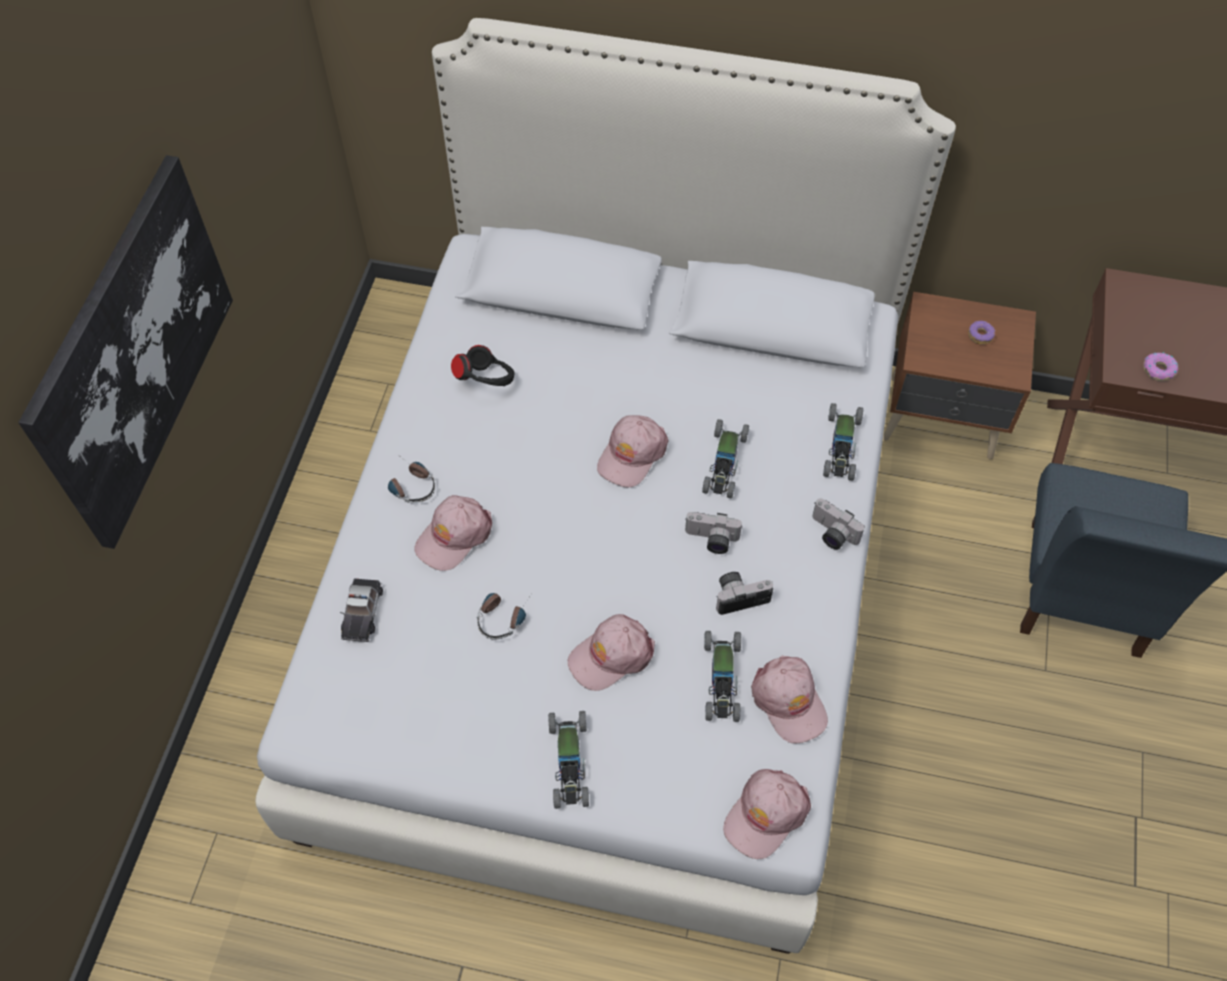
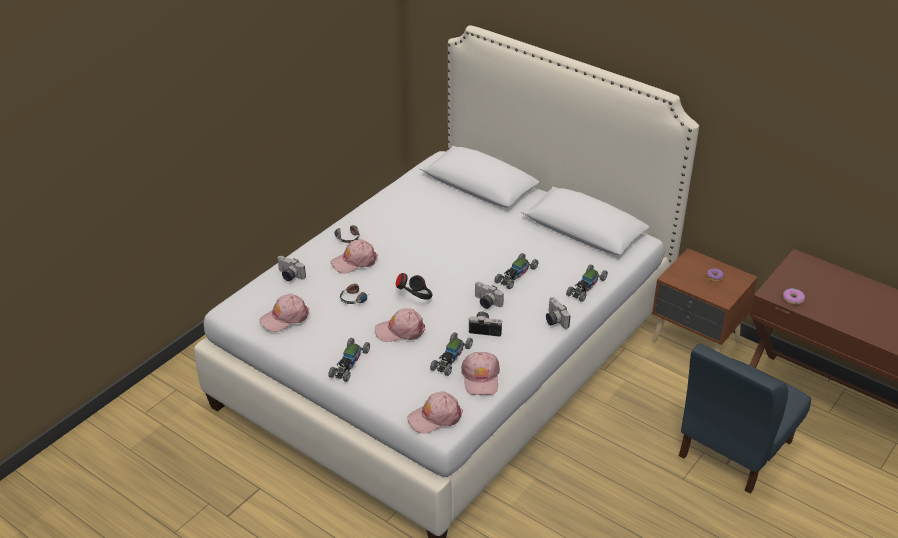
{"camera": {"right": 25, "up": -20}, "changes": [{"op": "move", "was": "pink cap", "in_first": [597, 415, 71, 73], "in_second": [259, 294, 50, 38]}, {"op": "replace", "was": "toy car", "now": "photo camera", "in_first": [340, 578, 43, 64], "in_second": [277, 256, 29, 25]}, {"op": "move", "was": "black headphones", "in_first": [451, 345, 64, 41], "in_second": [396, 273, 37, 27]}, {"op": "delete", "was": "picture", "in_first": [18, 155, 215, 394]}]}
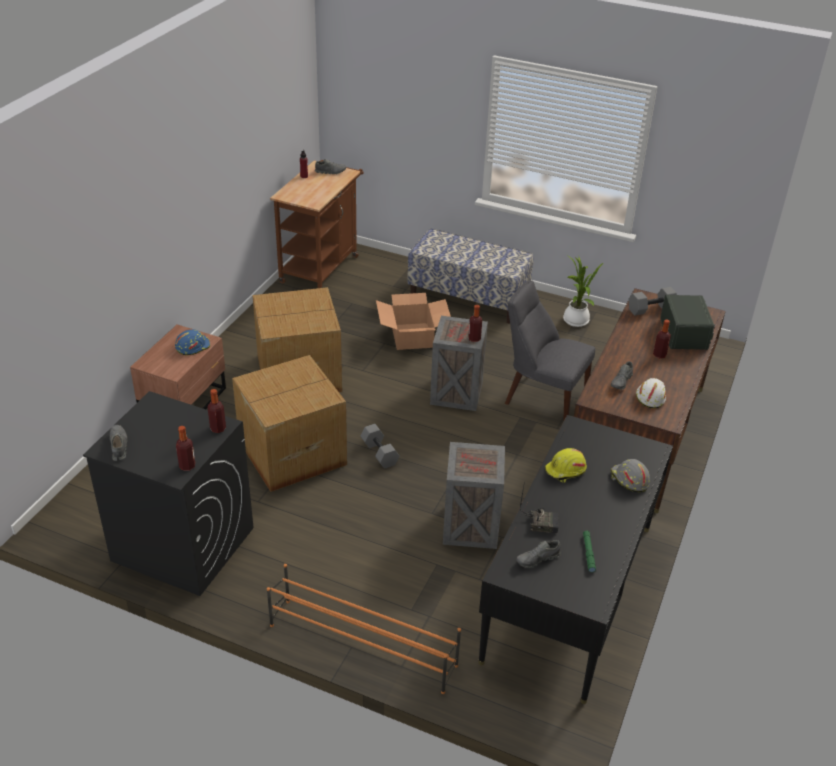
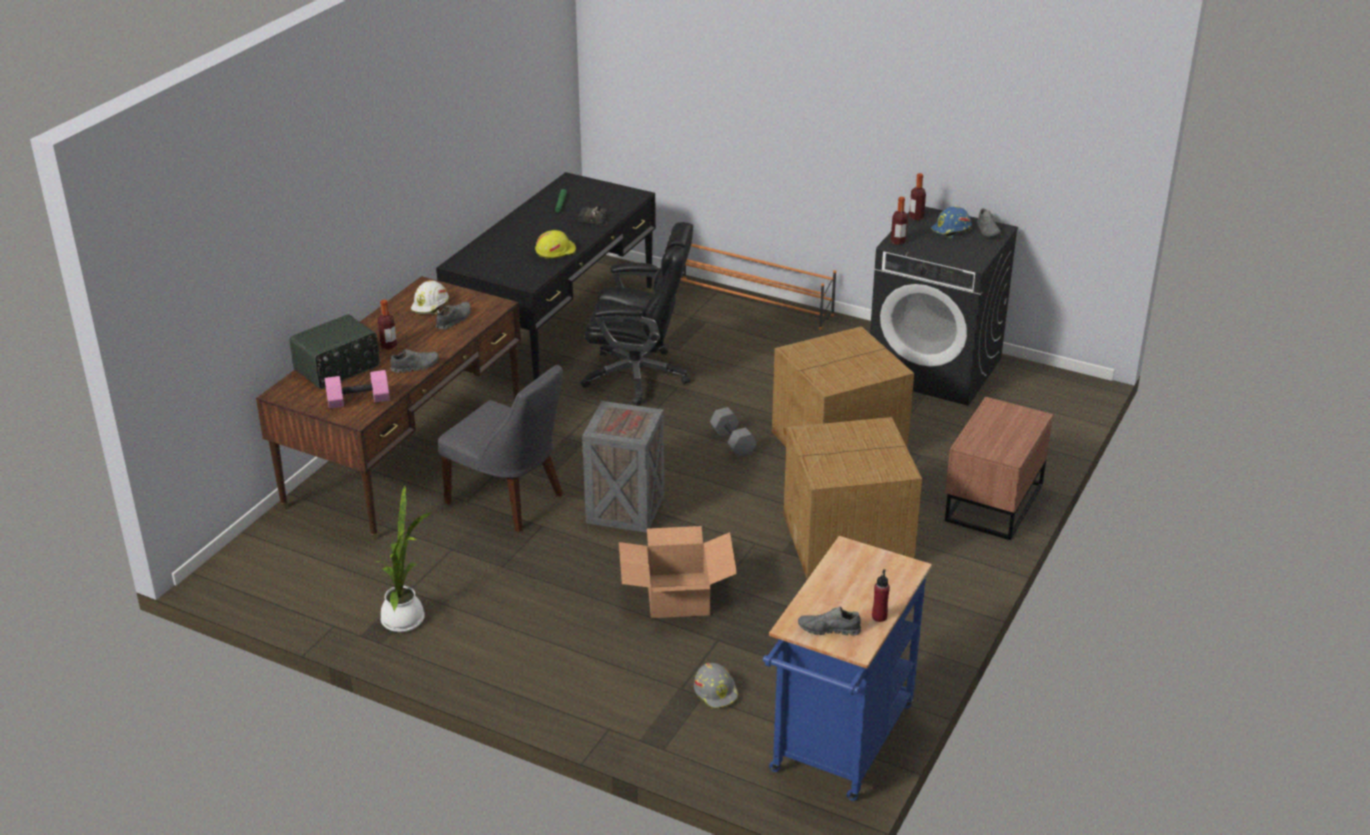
{"camera": {"right": -175, "up": -5}, "changes": [{"op": "rotate", "was": "radio", "in_first": [660, 295, 55, 55], "in_second": [289, 314, 91, 75], "clockwise": -135}, {"op": "recolor", "was": "grey dumbbell", "now": "pink dumbbell", "in_first": [629, 287, 48, 29], "in_second": [325, 370, 65, 39]}, {"op": "move", "was": "grey shoe", "in_first": [516, 540, 45, 28], "in_second": [390, 349, 49, 24]}, {"op": "replace", "was": "crate", "now": "black office chair", "in_first": [443, 442, 62, 107], "in_second": [581, 222, 112, 184]}, {"op": "move", "was": "grey hard hat", "in_first": [611, 459, 39, 33], "in_second": [694, 663, 45, 46]}, {"op": "recolor", "was": "brown cart", "now": "blue cart", "in_first": [270, 160, 94, 128], "in_second": [763, 536, 169, 265]}, {"op": "move", "was": "blue hard hat", "in_first": [175, 330, 35, 25], "in_second": [931, 206, 41, 32]}, {"op": "delete", "was": "bench", "in_first": [408, 229, 126, 94]}, {"op": "delete", "was": "bottle", "in_first": [468, 305, 14, 37]}]}
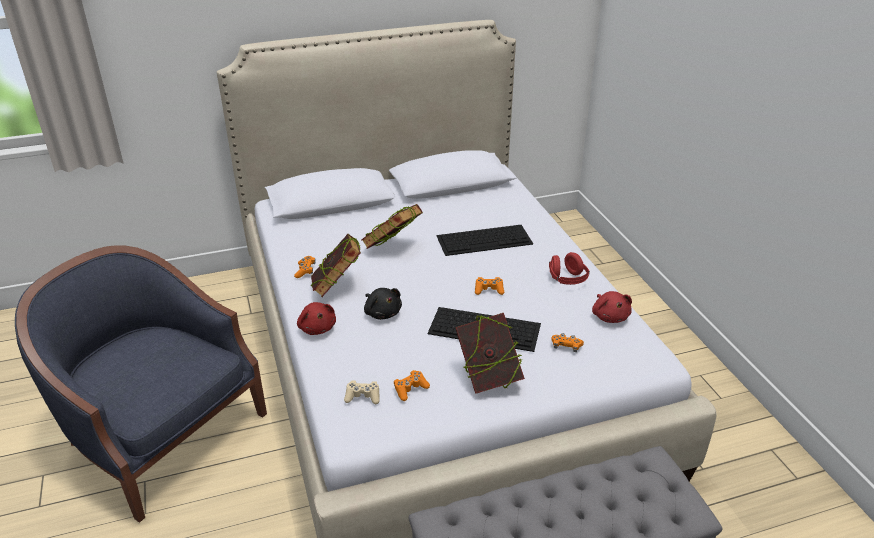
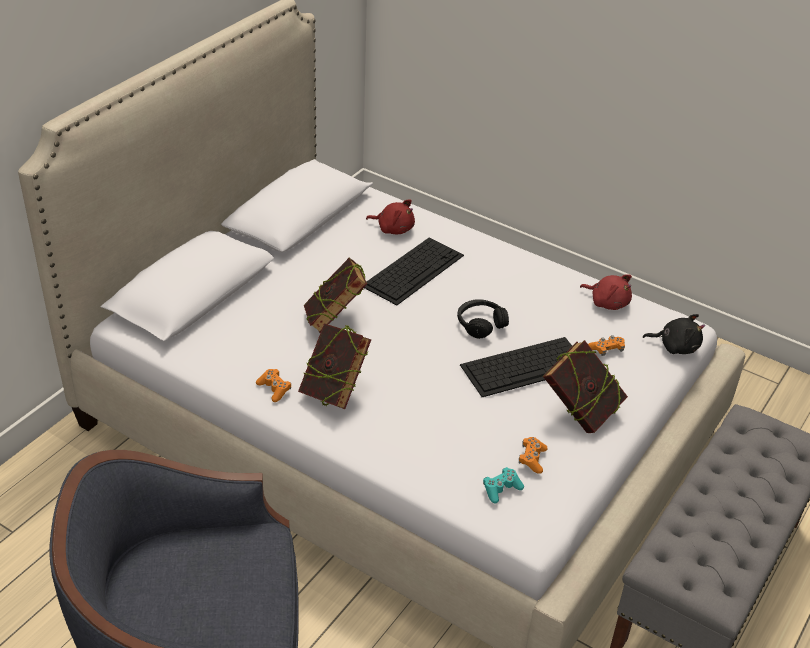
{"camera": {"right": -40, "up": 5}, "changes": [{"op": "move", "was": "red plush toy", "in_first": [297, 302, 39, 33], "in_second": [366, 199, 49, 35]}, {"op": "replace", "was": "orange game controller", "now": "black headphones", "in_first": [475, 277, 29, 18], "in_second": [457, 299, 52, 40]}, {"op": "recolor", "was": "beige game controller", "now": "turquoise game controller", "in_first": [344, 380, 36, 24], "in_second": [483, 467, 41, 37]}, {"op": "move", "was": "black plush toy", "in_first": [364, 288, 38, 32], "in_second": [643, 314, 62, 40]}, {"op": "delete", "was": "red headphones", "in_first": [549, 252, 41, 33]}]}
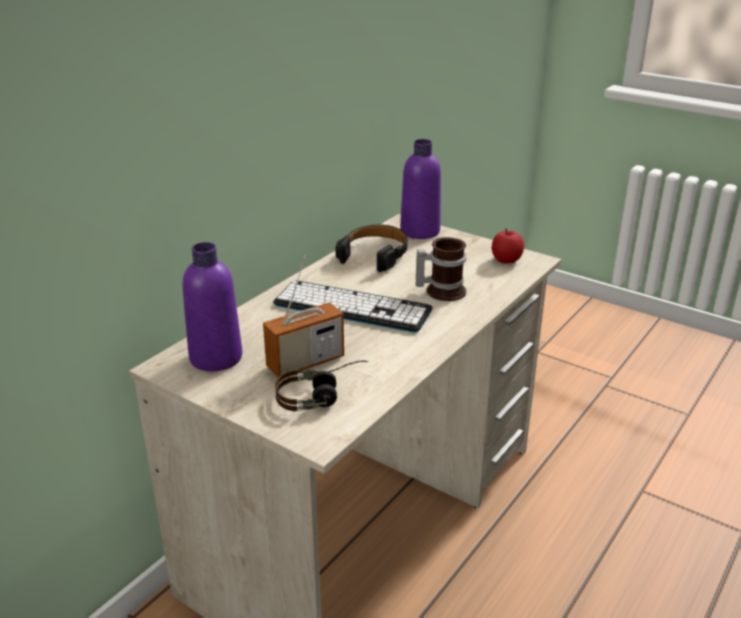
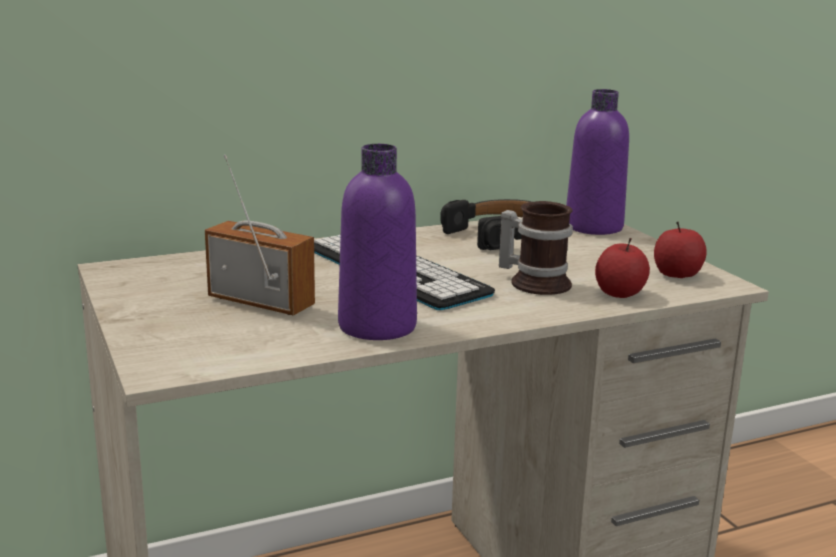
{"camera": {"right": 30, "up": -10}, "changes": [{"op": "rotate", "was": "radio", "in_first": [263, 255, 81, 123], "in_second": [205, 155, 110, 160], "clockwise": -150}, {"op": "move", "was": "purple bottle", "in_first": [183, 242, 59, 129], "in_second": [338, 144, 79, 196]}, {"op": "insert", "now": "apple", "in_second": [595, 238, 55, 60]}, {"op": "delete", "was": "headphones", "in_first": [275, 361, 93, 50]}]}
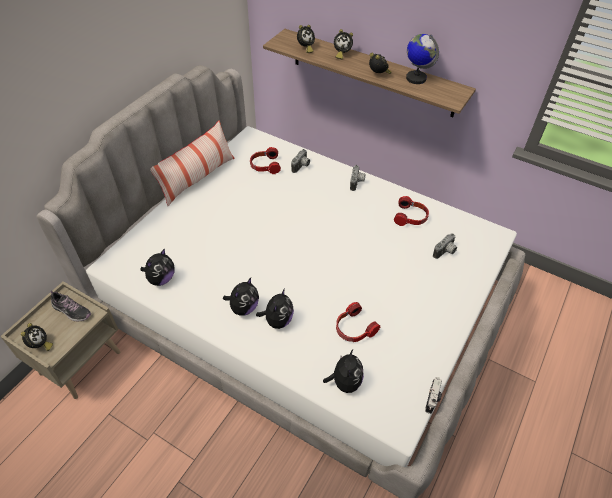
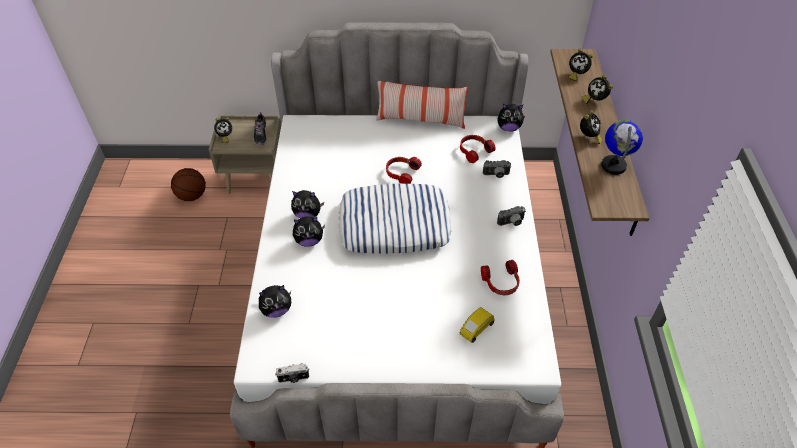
{"camera": {"right": 60, "up": 0}, "changes": [{"op": "insert", "now": "basketball", "in_second": [171, 168, 35, 33]}, {"op": "insert", "now": "pillow", "in_second": [339, 183, 113, 71]}, {"op": "move", "was": "headphones", "in_first": [336, 302, 44, 40], "in_second": [386, 157, 36, 27]}, {"op": "replace", "was": "photo camera", "now": "yellow toy car", "in_first": [433, 234, 24, 25], "in_second": [460, 307, 35, 36]}, {"op": "move", "was": "plush toy", "in_first": [140, 248, 35, 38], "in_second": [497, 104, 28, 28]}]}
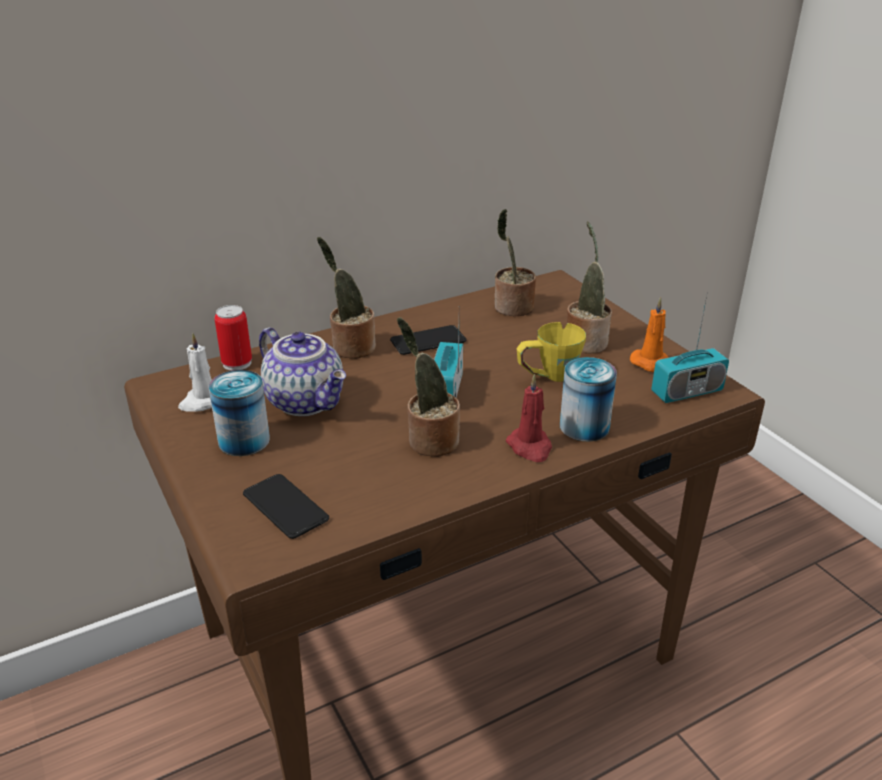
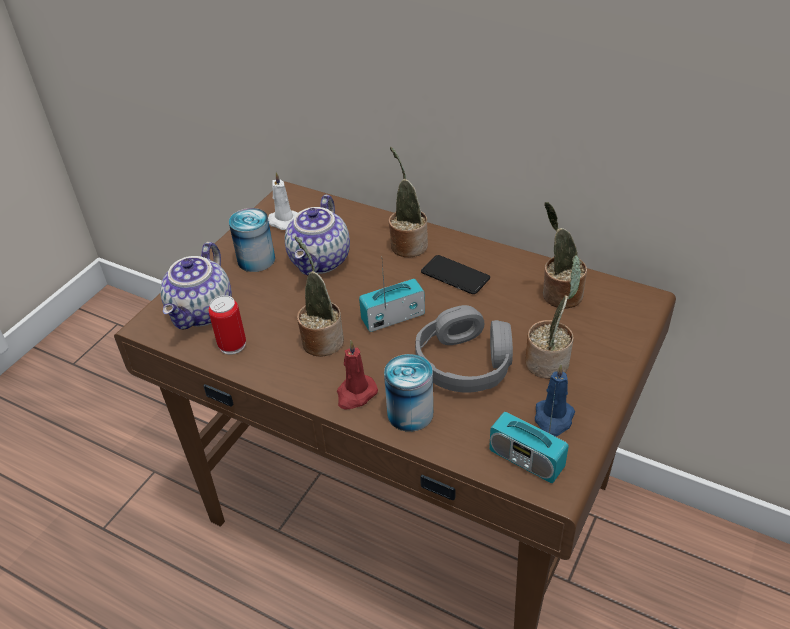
{"camera": {"right": 60, "up": 10}, "changes": [{"op": "replace", "was": "phone", "now": "teapot", "in_first": [243, 474, 87, 65], "in_second": [160, 242, 72, 88]}, {"op": "move", "was": "can", "in_first": [214, 305, 38, 66], "in_second": [208, 295, 38, 60]}, {"op": "replace", "was": "yellow mug", "now": "grey headphones", "in_first": [517, 322, 69, 60], "in_second": [415, 305, 98, 88]}, {"op": "recolor", "was": "orange candle", "now": "blue candle", "in_first": [630, 297, 39, 75], "in_second": [535, 364, 40, 73]}]}
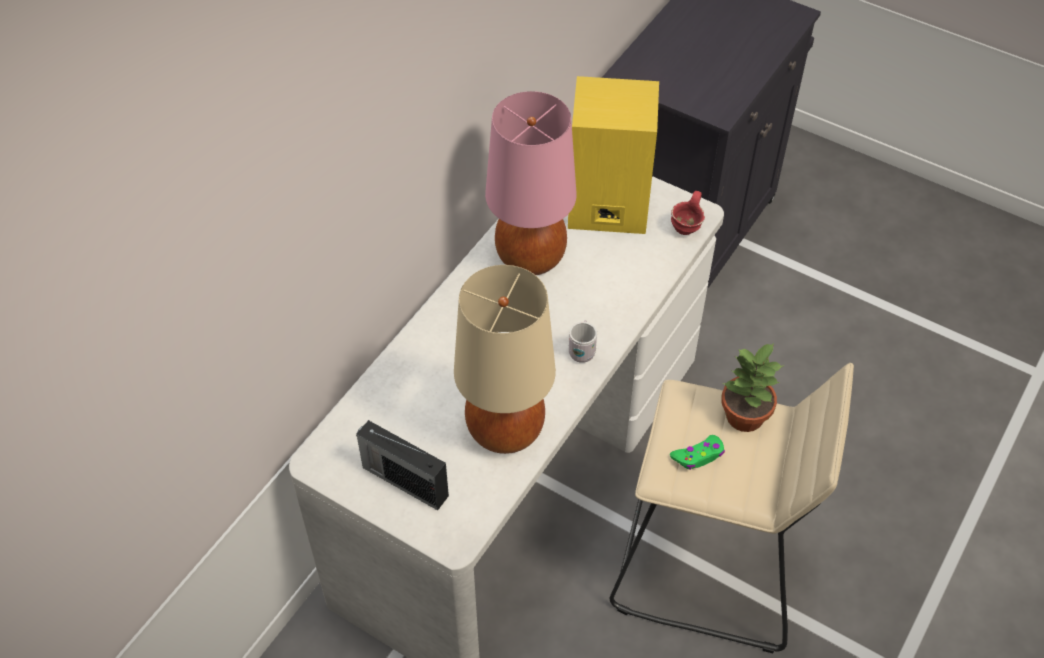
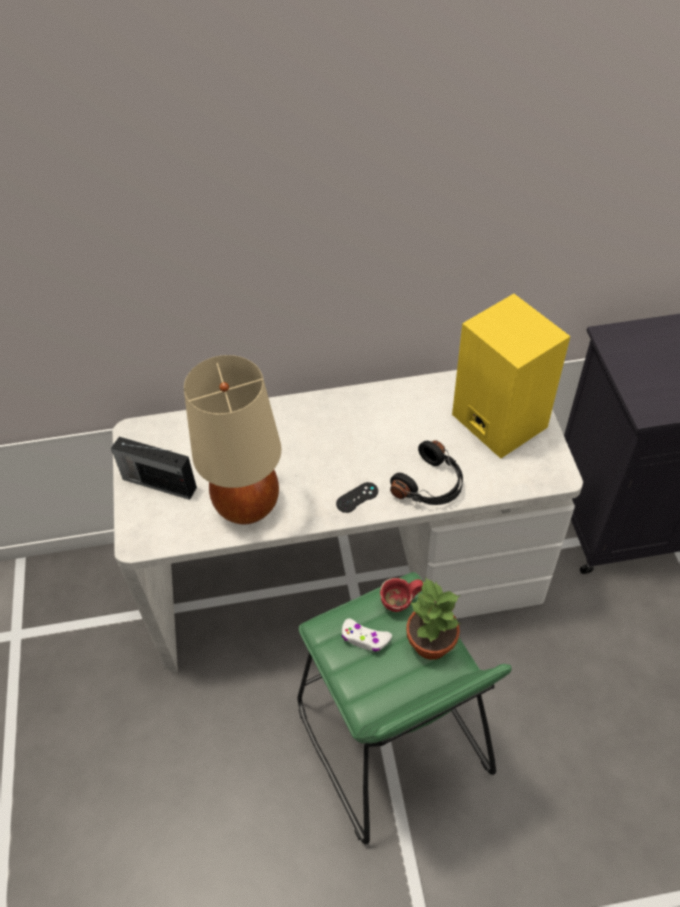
{"camera": {"right": 50, "up": 0}, "changes": [{"op": "rotate", "was": "radio", "in_first": [356, 420, 93, 90], "in_second": [111, 437, 86, 63], "clockwise": -60}, {"op": "recolor", "was": "beige stool", "now": "green stool", "in_first": [610, 363, 244, 290], "in_second": [297, 572, 215, 273]}, {"op": "replace", "was": "white mug", "now": "black game controller", "in_first": [569, 320, 28, 43], "in_second": [336, 482, 42, 31]}, {"op": "recolor", "was": "green game controller", "now": "white game controller", "in_first": [670, 435, 55, 35], "in_second": [342, 618, 50, 34]}, {"op": "move", "was": "red mug", "in_first": [671, 191, 34, 44], "in_second": [380, 578, 43, 34]}, {"op": "insert", "now": "black headphones", "in_second": [390, 440, 73, 65]}, {"op": "delete", "was": "pink table lamp", "in_first": [485, 91, 92, 184]}]}
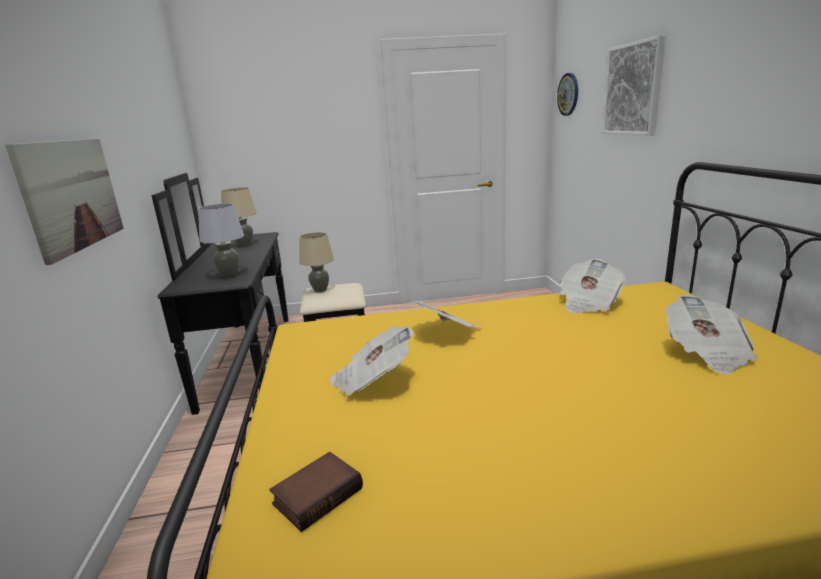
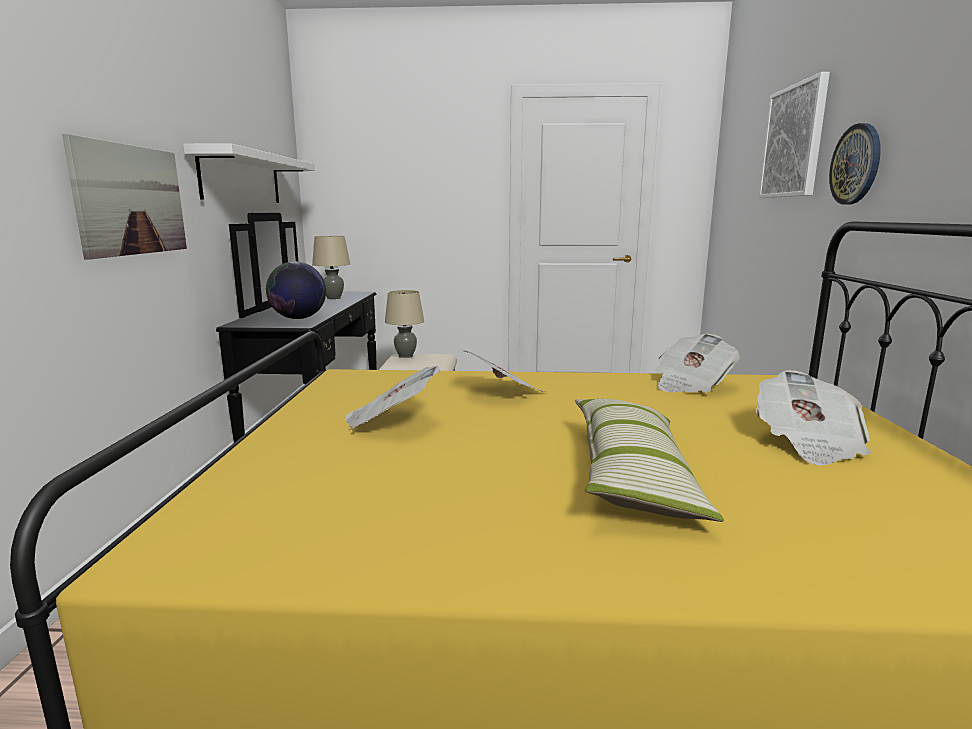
{"camera": {"right": 10, "up": -5}, "changes": [{"op": "insert", "now": "white shelf", "in_second": [183, 143, 132, 60]}, {"op": "replace", "was": "grey table lamp", "now": "globe", "in_first": [198, 203, 46, 74], "in_second": [266, 261, 60, 58]}, {"op": "insert", "now": "pillow", "in_second": [575, 399, 149, 123]}, {"op": "move", "was": "wall clock", "in_first": [557, 73, 21, 43], "in_second": [829, 123, 52, 81]}, {"op": "delete", "was": "book", "in_first": [269, 452, 94, 80]}]}
